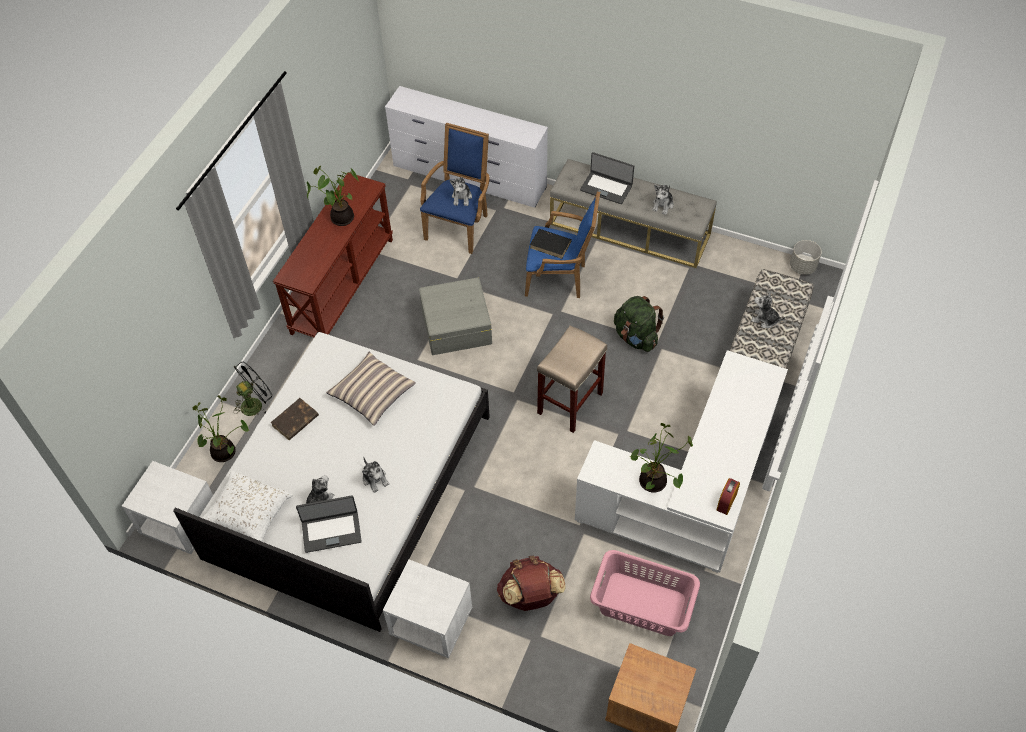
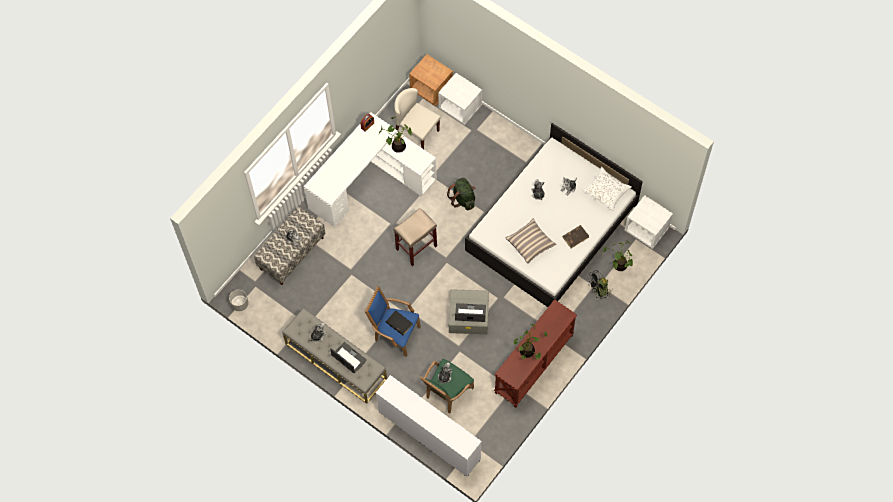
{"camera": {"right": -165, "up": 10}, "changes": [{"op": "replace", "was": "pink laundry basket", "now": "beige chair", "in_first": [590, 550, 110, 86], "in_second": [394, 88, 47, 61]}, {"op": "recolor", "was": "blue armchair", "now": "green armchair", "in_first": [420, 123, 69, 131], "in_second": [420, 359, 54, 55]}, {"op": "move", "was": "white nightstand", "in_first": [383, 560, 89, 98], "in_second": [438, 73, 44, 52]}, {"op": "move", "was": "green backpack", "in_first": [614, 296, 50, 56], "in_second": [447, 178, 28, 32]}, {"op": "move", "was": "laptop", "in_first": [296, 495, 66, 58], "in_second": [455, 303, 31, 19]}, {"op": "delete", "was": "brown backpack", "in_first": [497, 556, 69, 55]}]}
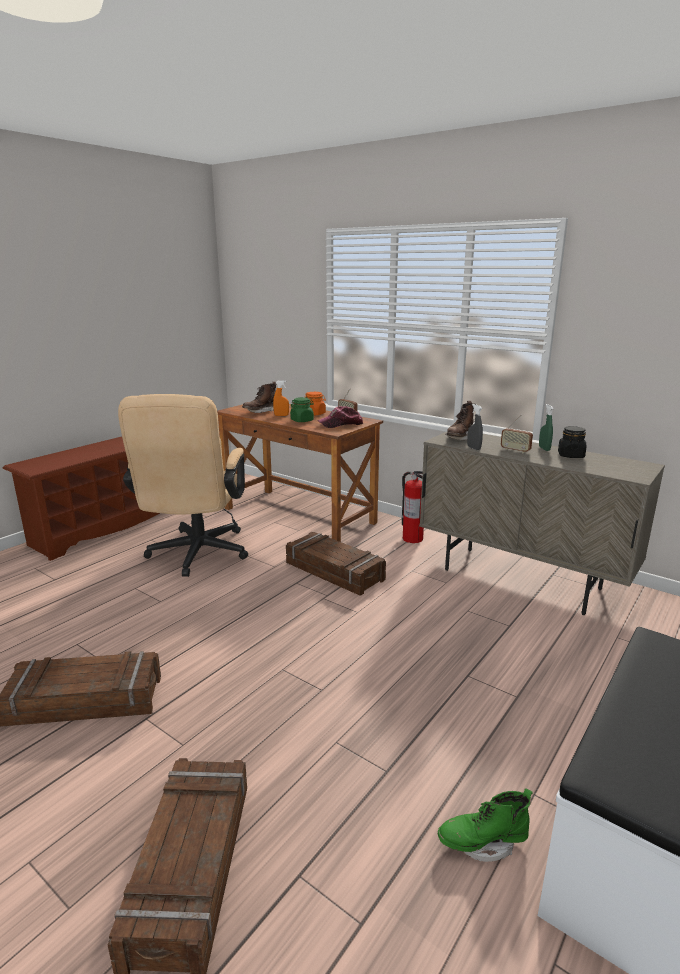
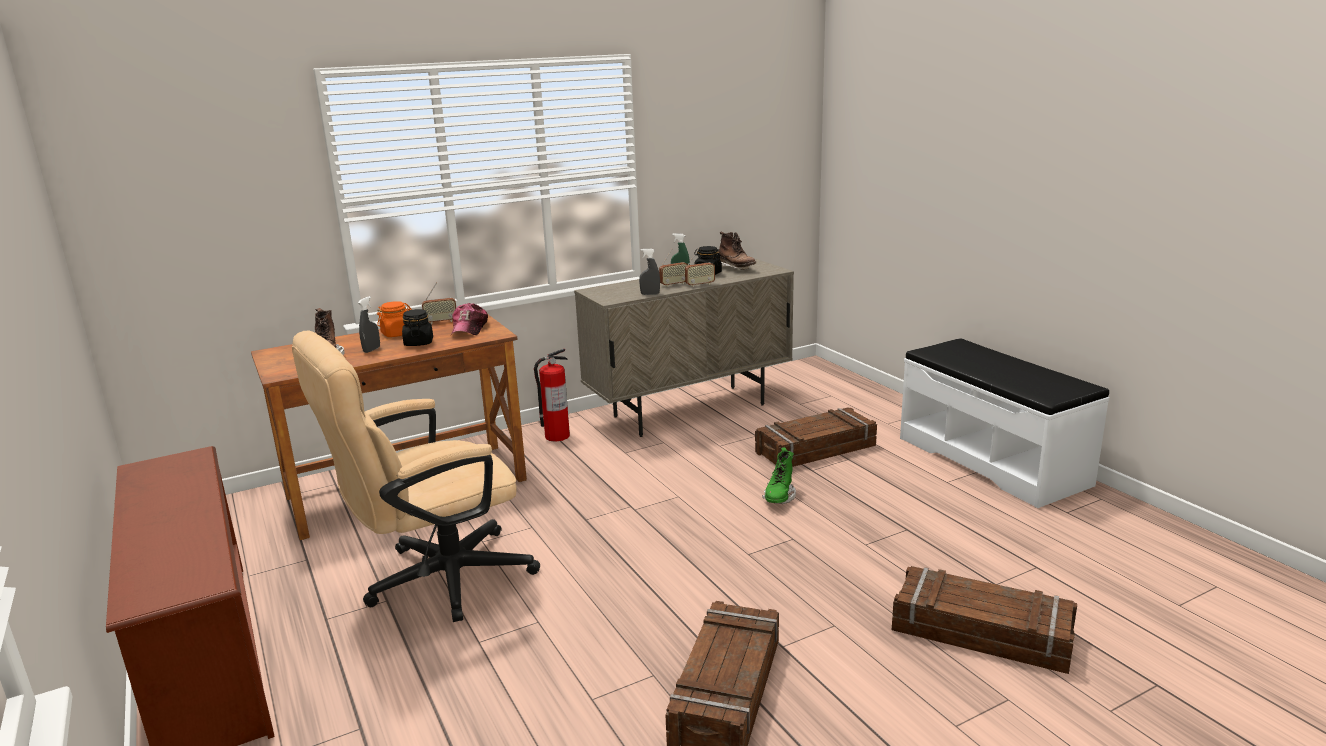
{"camera": {"right": -65, "up": 0}, "changes": [{"op": "rotate", "was": "beige office chair", "in_first": [118, 394, 130, 183], "in_second": [292, 331, 248, 291], "clockwise": 120}, {"op": "recolor", "was": "orange spray bottle", "now": "grey spray bottle", "in_first": [273, 380, 16, 36], "in_second": [358, 296, 22, 57]}, {"op": "recolor", "was": "green jar", "now": "black jar", "in_first": [290, 397, 24, 25], "in_second": [402, 309, 31, 37]}, {"op": "insert", "now": "radio", "in_second": [685, 248, 30, 39]}, {"op": "move", "was": "brown boot", "in_first": [445, 401, 29, 39], "in_second": [719, 232, 37, 38]}, {"op": "move", "was": "crate", "in_first": [286, 532, 100, 64], "in_second": [755, 408, 122, 59]}, {"op": "move", "was": "green boot", "in_first": [438, 788, 95, 74], "in_second": [762, 447, 34, 57]}]}
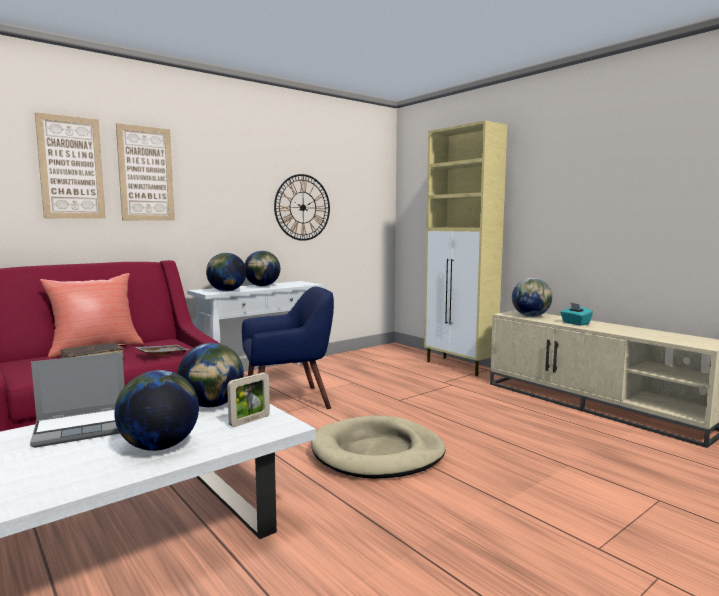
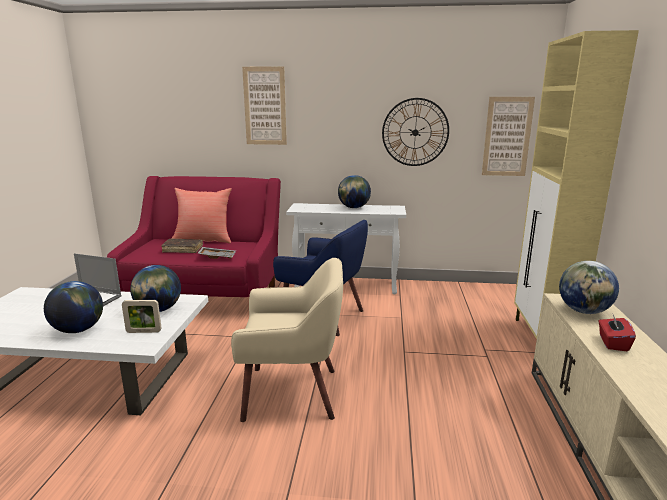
{"camera": {"right": 45, "up": 10}, "changes": [{"op": "replace", "was": "beige dog bed", "now": "beige armchair", "in_first": [311, 415, 135, 64], "in_second": [231, 258, 112, 164]}, {"op": "move", "was": "picture", "in_first": [35, 112, 71, 107], "in_second": [482, 97, 53, 79]}, {"op": "recolor", "was": "turquoise tissue box", "now": "red tissue box", "in_first": [560, 302, 33, 23], "in_second": [599, 314, 37, 37]}, {"op": "delete", "was": "globe", "in_first": [206, 253, 40, 38]}]}
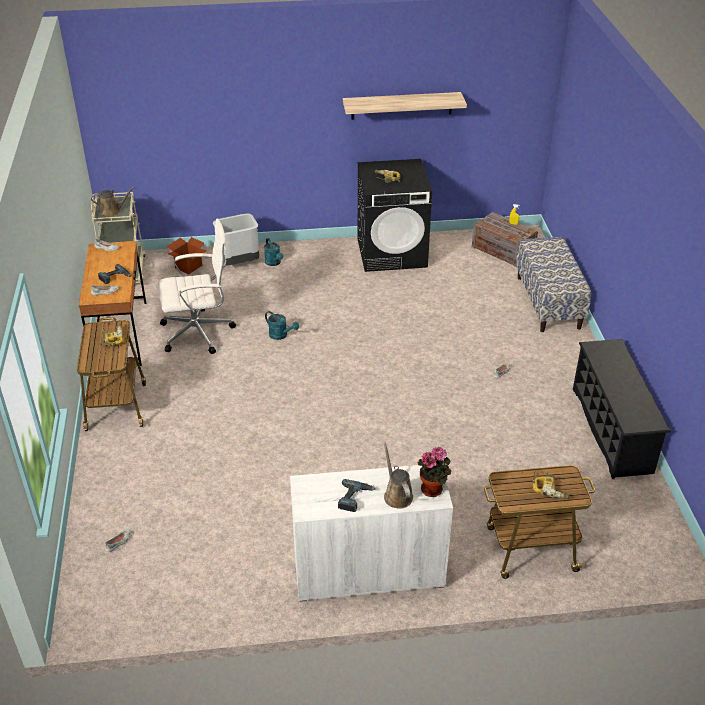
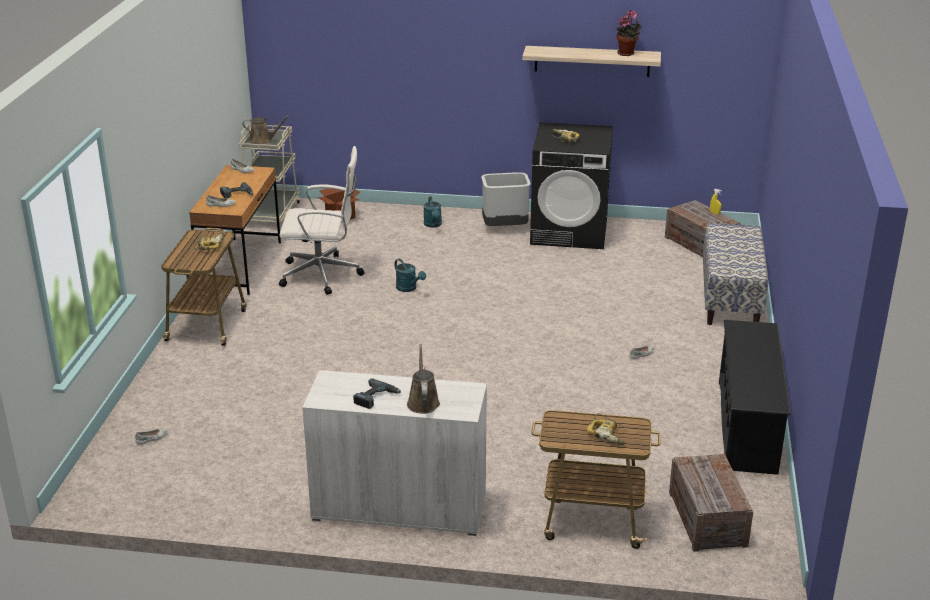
{"camera": {"right": 15, "up": -10}, "changes": [{"op": "move", "was": "grey trash can", "in_first": [213, 214, 46, 51], "in_second": [481, 172, 50, 54]}, {"op": "move", "was": "potted plant", "in_first": [418, 447, 33, 50], "in_second": [617, 10, 25, 46]}, {"op": "insert", "now": "crate", "in_second": [669, 454, 84, 98]}]}
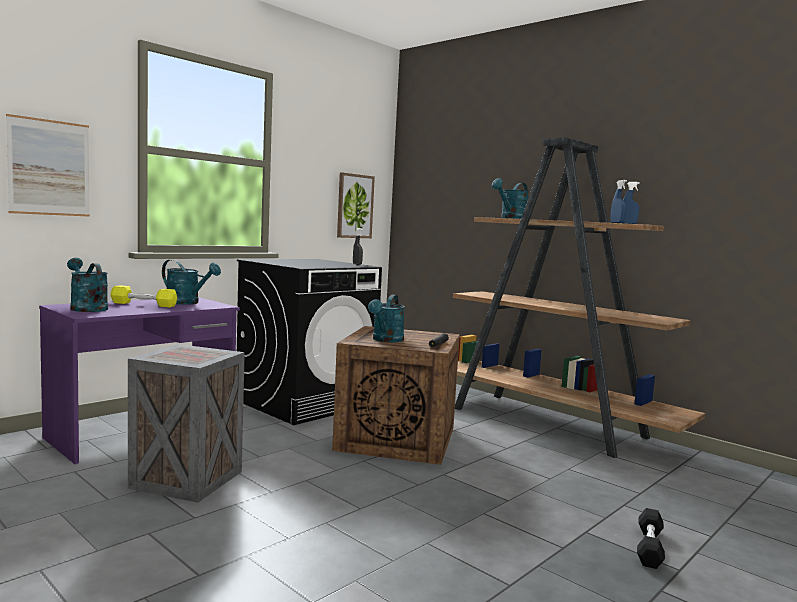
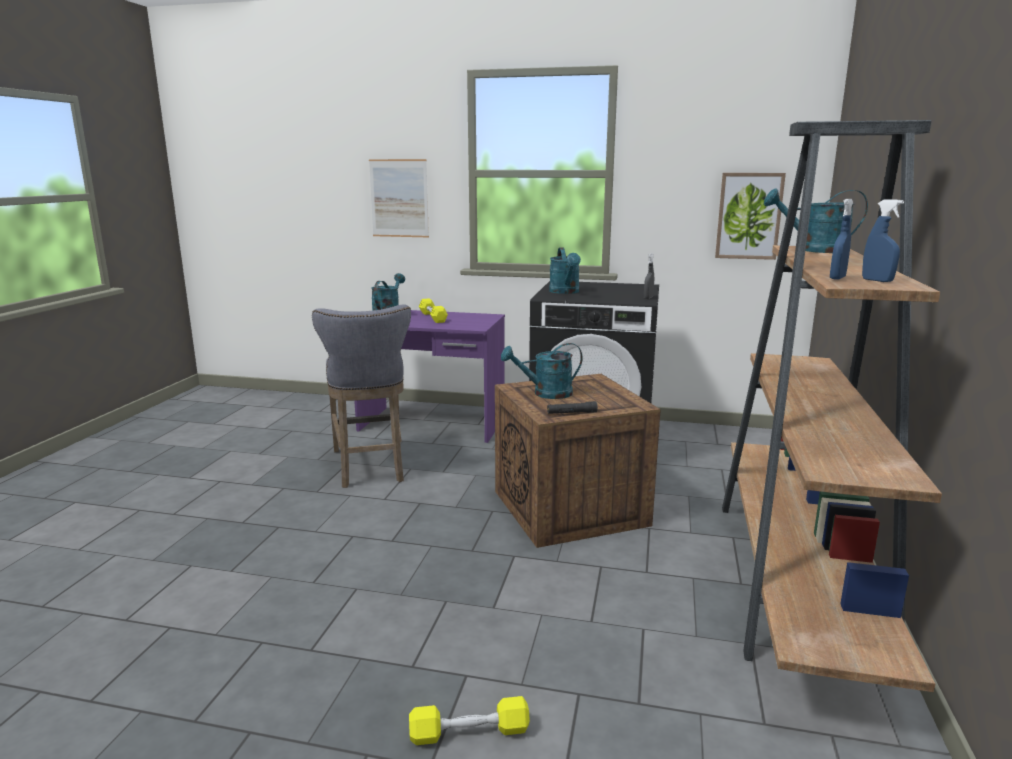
{"camera": {"right": 60, "up": 10}, "changes": [{"op": "replace", "was": "crate", "now": "grey stool", "in_first": [128, 344, 117, 159], "in_second": [312, 305, 99, 183]}, {"op": "recolor", "was": "black dumbbell", "now": "yellow dumbbell", "in_first": [637, 508, 28, 61], "in_second": [409, 696, 121, 49]}, {"op": "move", "was": "turquoise watering can", "in_first": [162, 260, 59, 45], "in_second": [549, 247, 32, 47]}]}
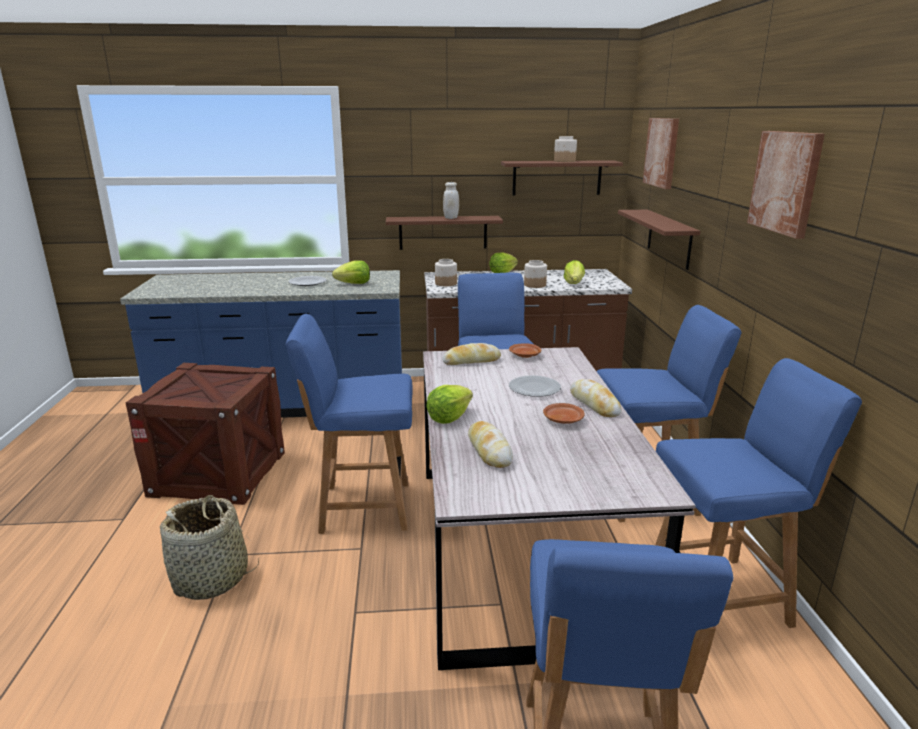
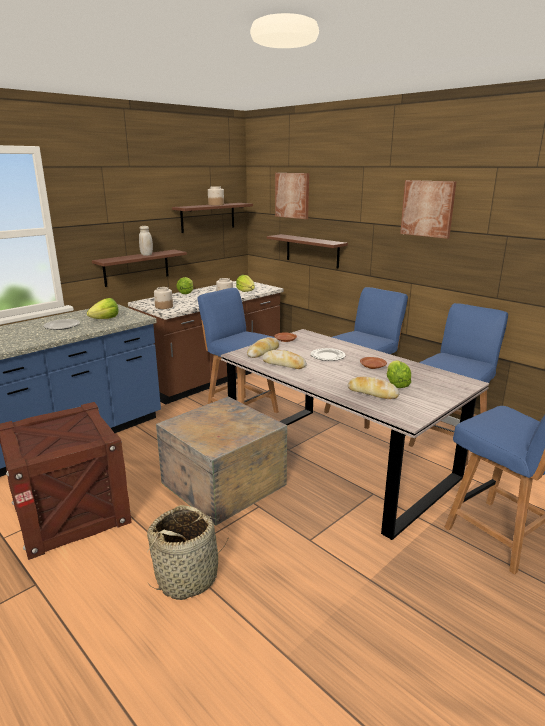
{"camera": {"right": -40, "up": 0}, "changes": [{"op": "replace", "was": "blue chair", "now": "crate", "in_first": [286, 314, 126, 220], "in_second": [156, 397, 131, 129]}, {"op": "move", "was": "bread", "in_first": [570, 379, 52, 38], "in_second": [262, 350, 45, 19]}, {"op": "move", "was": "lettuce", "in_first": [426, 385, 47, 39], "in_second": [387, 360, 24, 28]}]}
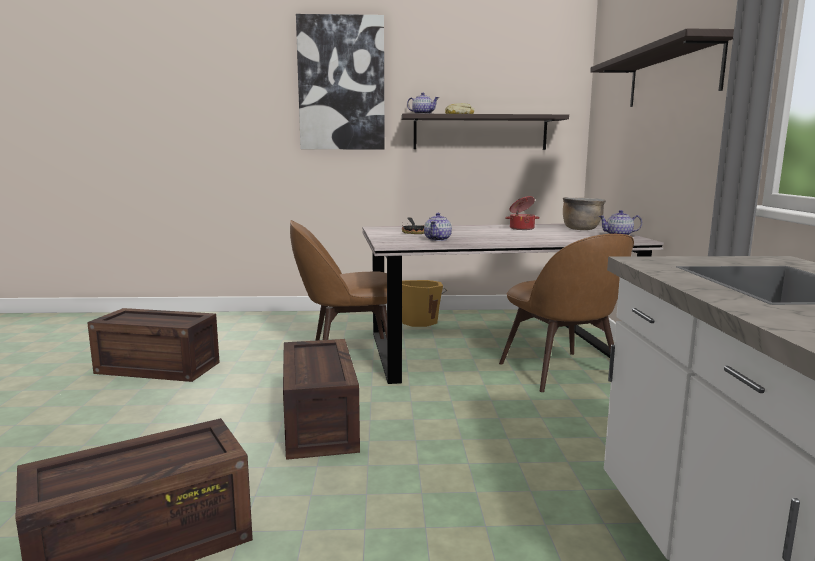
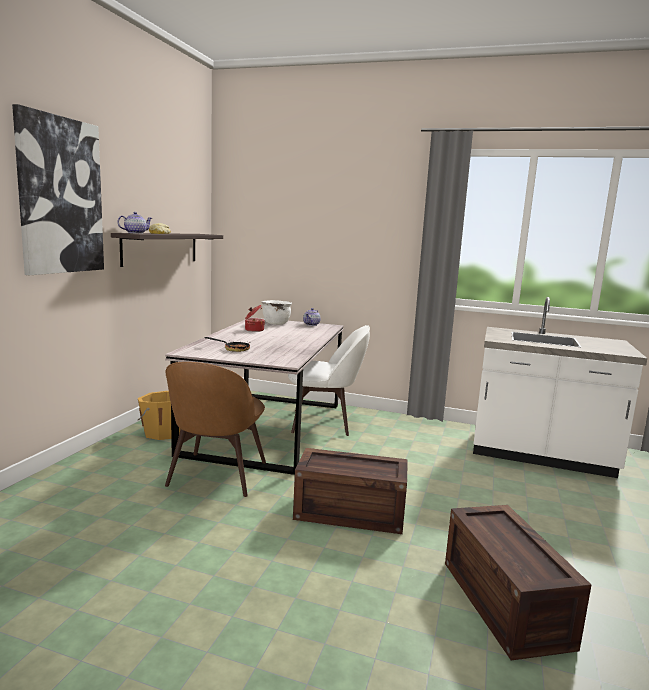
{"camera": {"right": -70, "up": 0}, "changes": [{"op": "recolor", "was": "brown cooking pot", "now": "white cooking pot", "in_first": [563, 197, 43, 33], "in_second": [262, 300, 30, 25]}, {"op": "recolor", "was": "brown chair", "now": "white chair", "in_first": [499, 234, 135, 158], "in_second": [288, 325, 82, 111]}, {"op": "delete", "was": "crate", "in_first": [87, 308, 133, 74]}, {"op": "delete", "was": "teapot", "in_first": [424, 213, 28, 28]}, {"op": "delete", "was": "shelf", "in_first": [590, 28, 144, 79]}]}
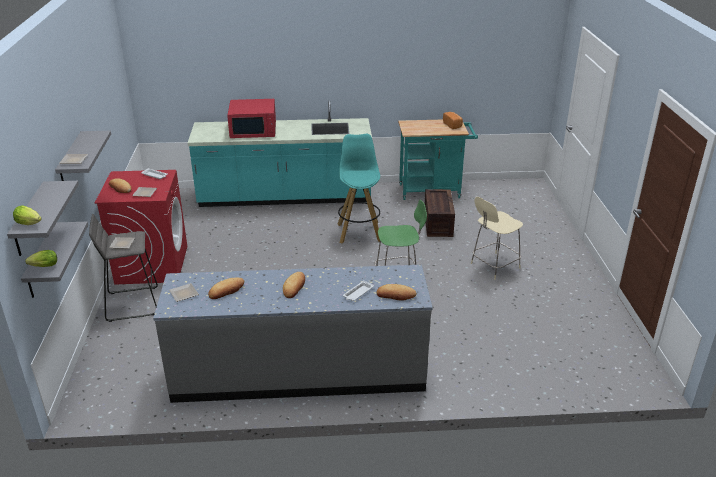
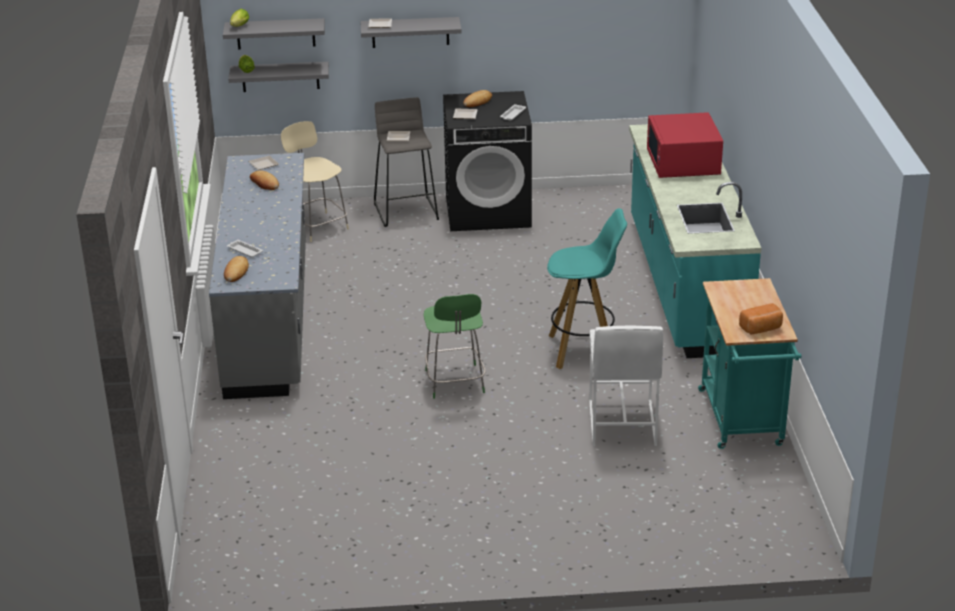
{"camera": {"right": 90, "up": 0}, "changes": [{"op": "move", "was": "beige chair", "in_first": [471, 197, 52, 83], "in_second": [281, 121, 68, 121]}, {"op": "recolor", "was": "red washing machine", "now": "black washing machine", "in_first": [95, 170, 92, 115], "in_second": [443, 91, 89, 140]}, {"op": "replace", "was": "crate", "now": "white stool", "in_first": [425, 189, 30, 48], "in_second": [589, 326, 74, 120]}, {"op": "delete", "was": "bread", "in_first": [283, 272, 22, 26]}]}
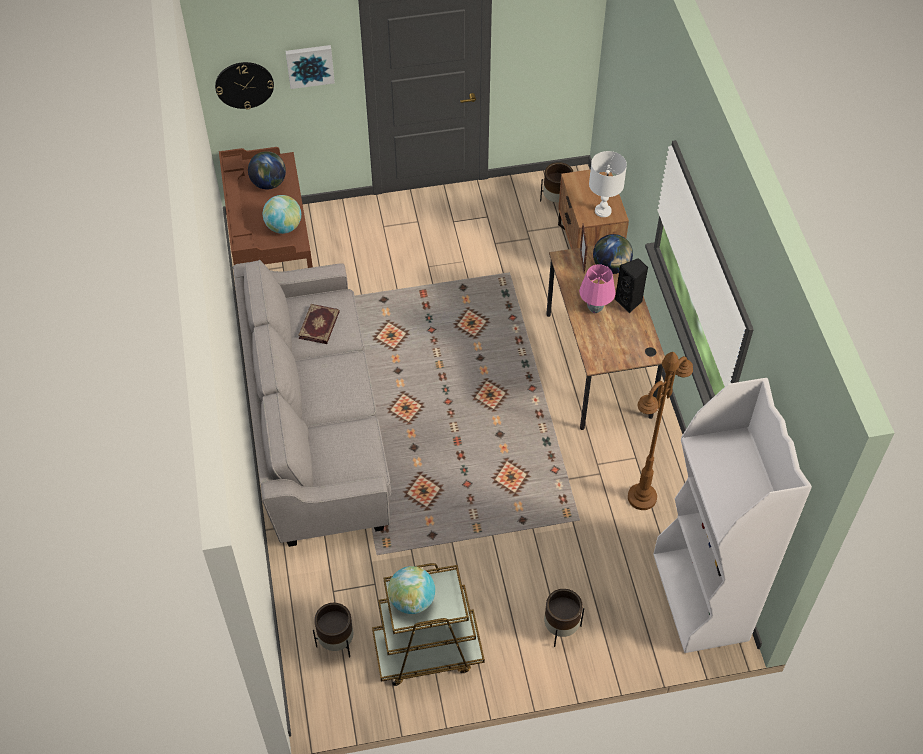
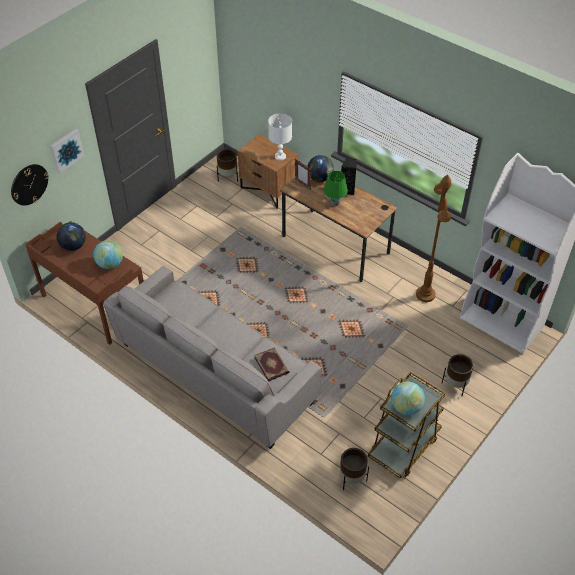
{"camera": {"right": -40, "up": -5}, "changes": [{"op": "move", "was": "book", "in_first": [298, 304, 42, 40], "in_second": [254, 348, 35, 34]}, {"op": "recolor", "was": "pink table lamp", "now": "green table lamp", "in_first": [579, 264, 37, 49], "in_second": [323, 171, 25, 35]}]}
